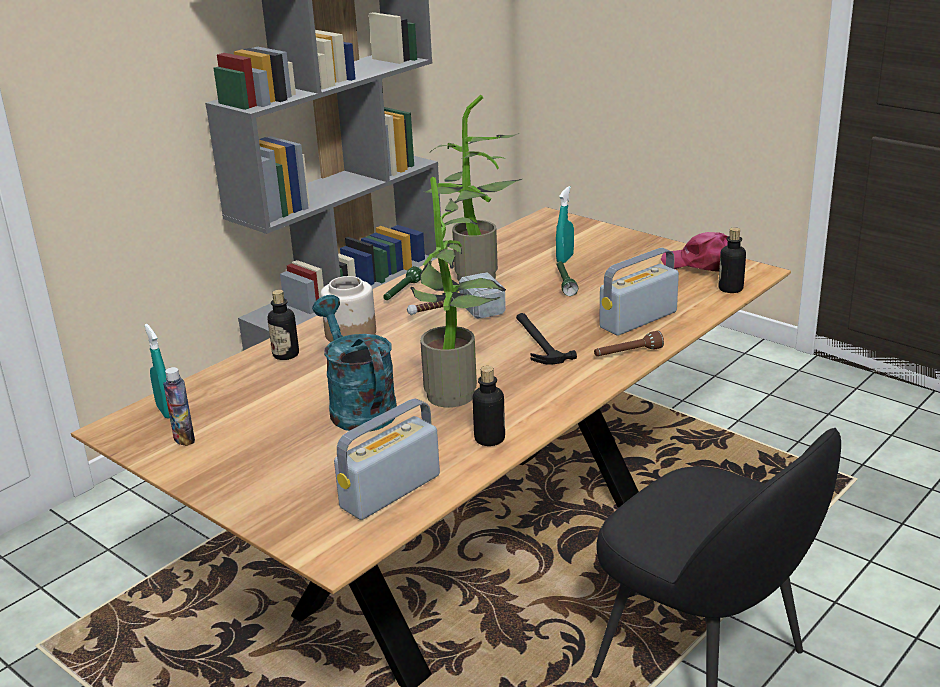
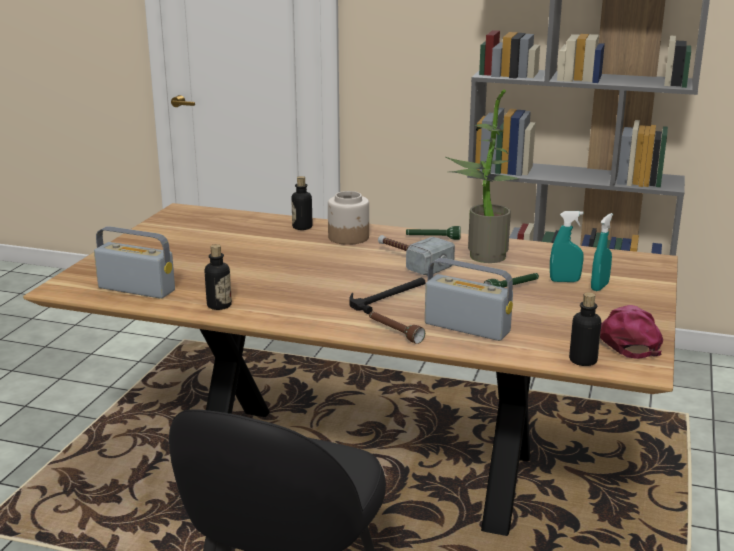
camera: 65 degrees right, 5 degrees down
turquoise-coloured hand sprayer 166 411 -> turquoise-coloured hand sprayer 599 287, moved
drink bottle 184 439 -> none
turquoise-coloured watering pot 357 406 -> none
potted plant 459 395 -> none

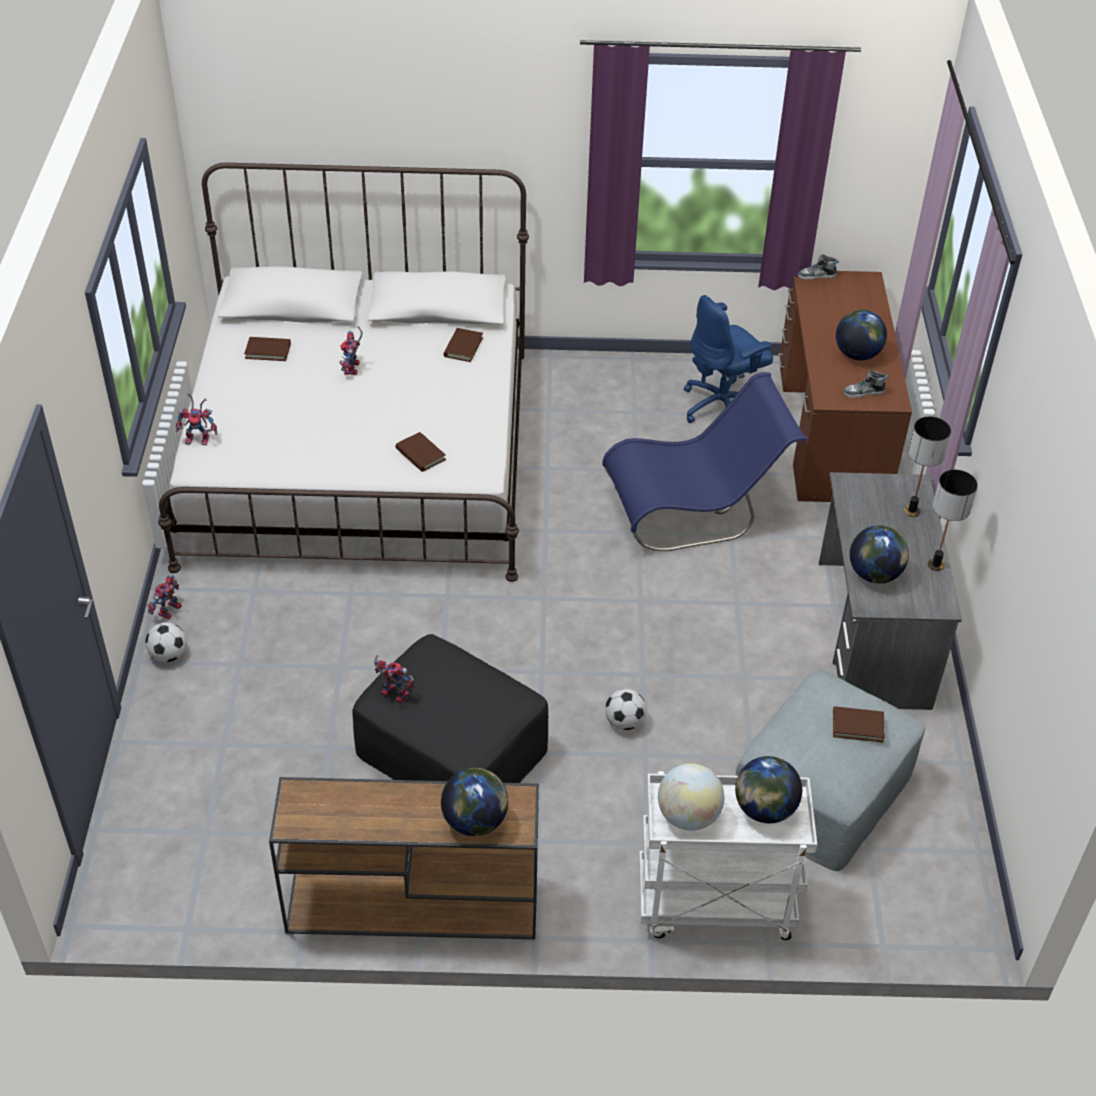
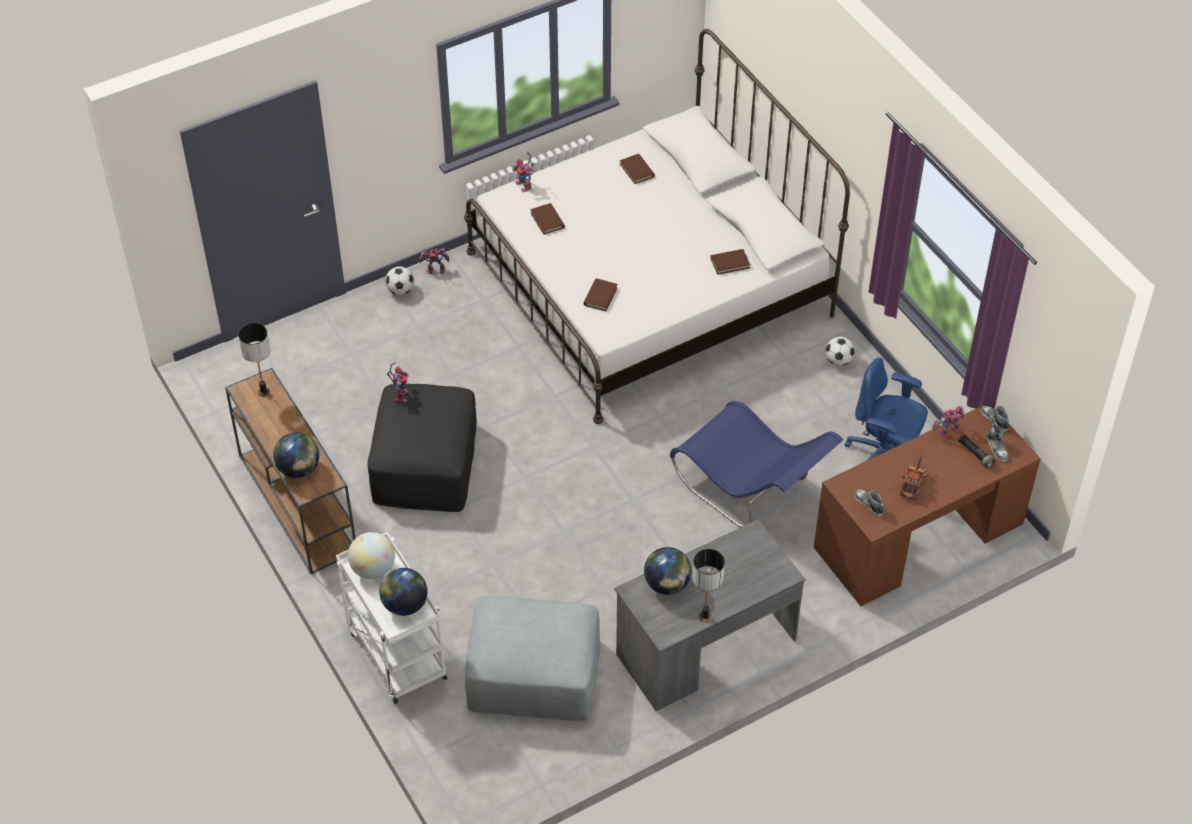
camera: 60 degrees right, 5 degrees up
table lamp 912 511 -> table lamp 263 392, moved
brownish bound book 857 726 -> brownish bound book 547 220, moved
football ball 624 722 -> football ball 838 360, moved
world globe 857 354 -> toy truck 913 483
model robot 353 369 -> model robot 948 433, moved
none -> blackish flashlight 975 454
none -> item of footwear 997 448

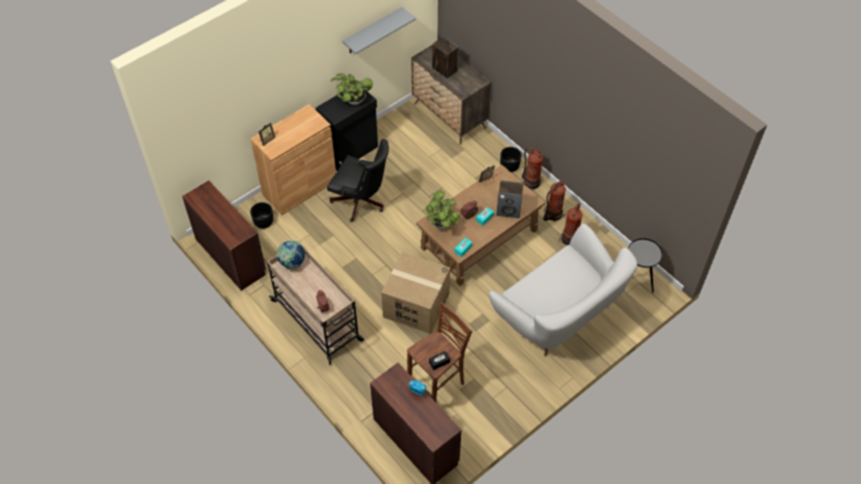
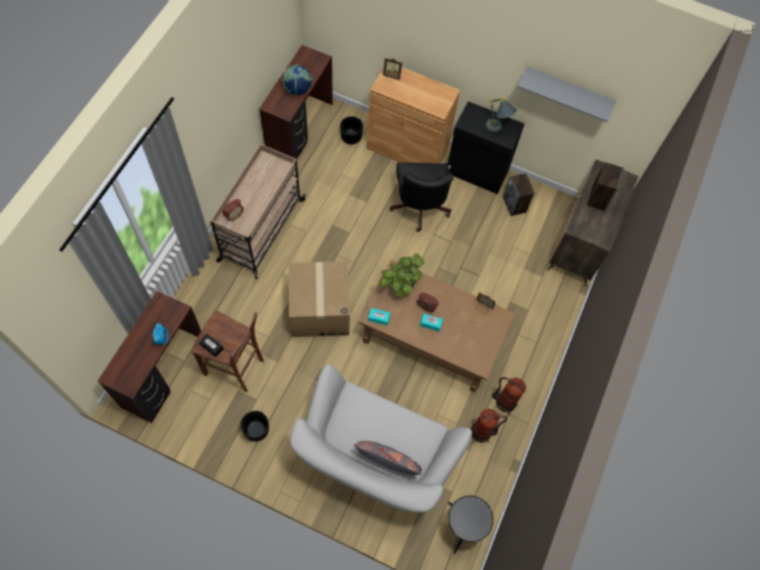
camera: 60 degrees right, 10 degrees up
blackish plant pot 509 166 -> blackish plant pot 256 430, moved
world globe 292 262 -> world globe 298 90, moved
none -> grey pillow 388 461
potted plant 353 100 -> grey table lamp 497 129
audio speaker 509 210 -> audio speaker 514 205, moved
fire extinguisher 531 182 -> none

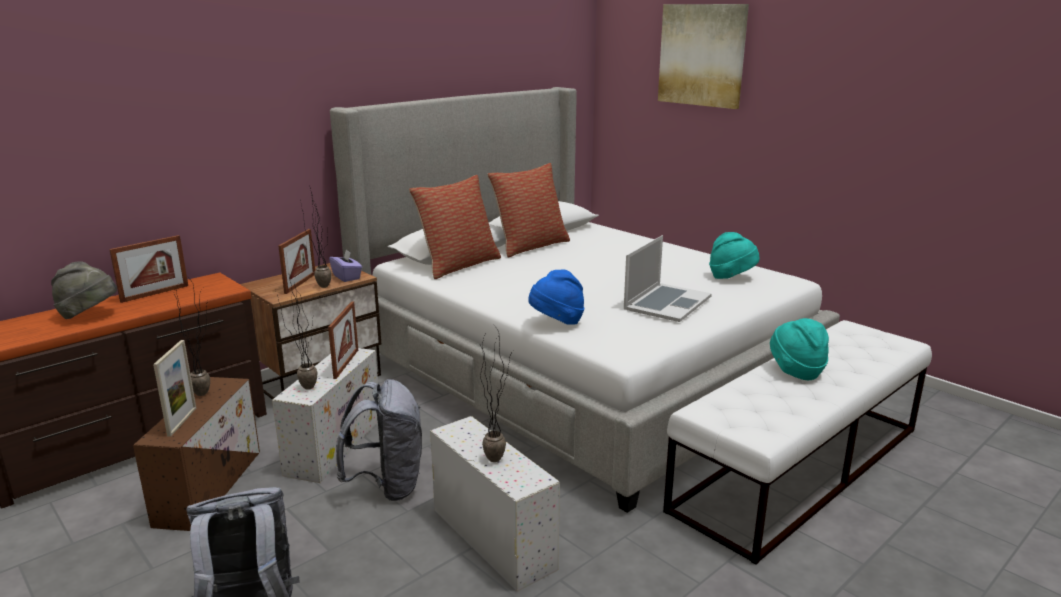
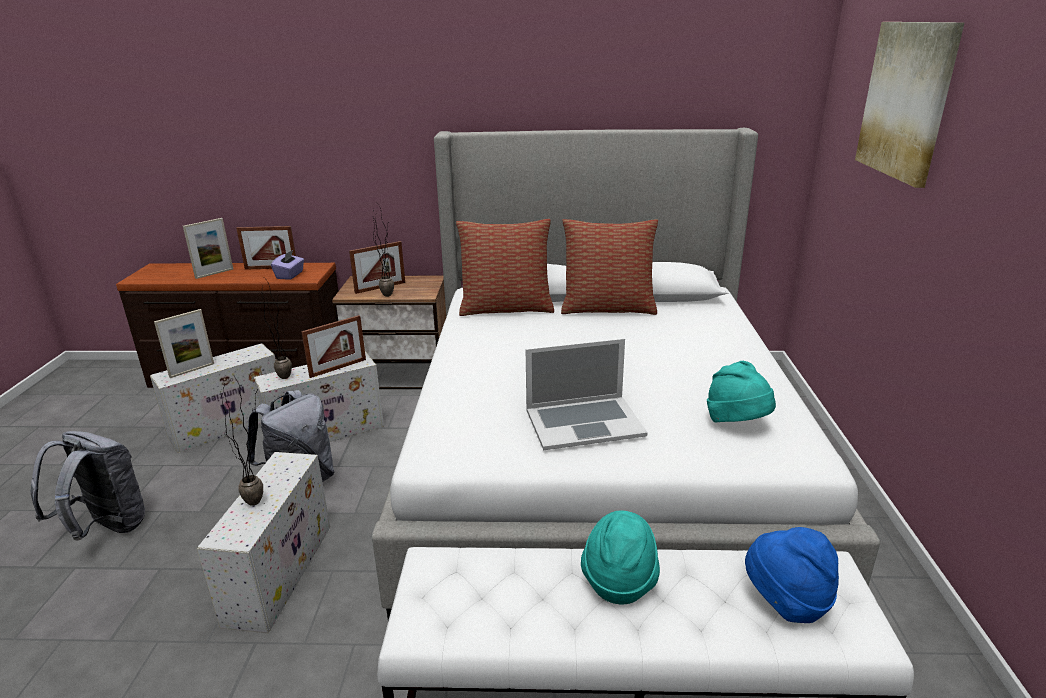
camera: 45 degrees right, 5 degrees up
brownish storage container 210 485 -> whitish storage container 230 425
grey hat 89 315 -> picture frame 214 273
purple box of tissues 347 277 -> purple box of tissues 290 275, moved
blue hat 556 322 -> blue hat 786 601, moved
potted plant 208 392 -> none

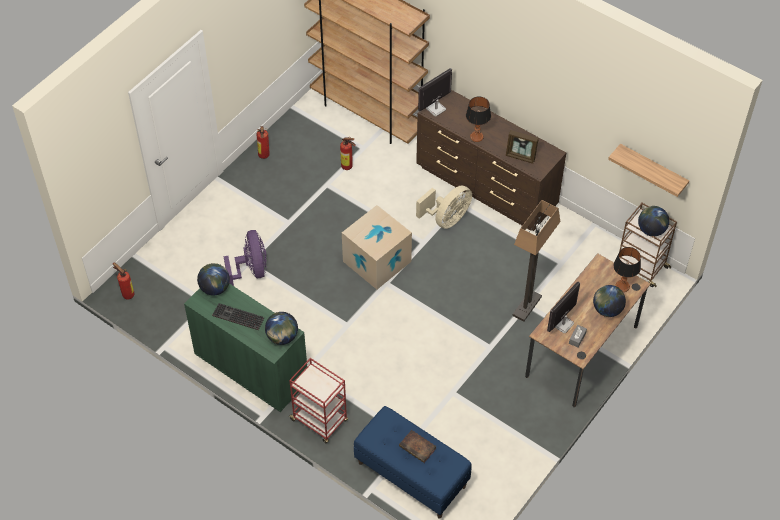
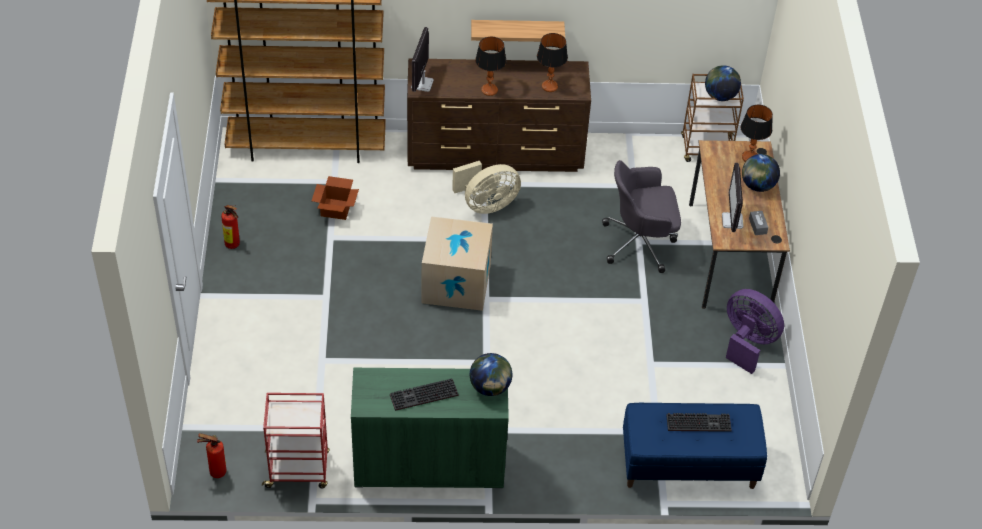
camera: 40 degrees left, 5 degrees down
reddish wheeled cart 320 421 -> reddish wheeled cart 298 470, moved
fire extinguisher 348 167 -> carton 336 208
sand-coloured electric fan 447 219 -> sand-coloured electric fan 486 204, 60 degrees clockwise
wall shelf 652 169 -> wall shelf 517 31, moved
picture frame 521 156 -> table lamp 550 86
standard lamp 526 306 -> grey office chair 640 242
bound book 418 448 -> keyboard 699 422
purple electric fan 251 271 -> purple electric fan 747 342, moved
world globe 215 288 -> none

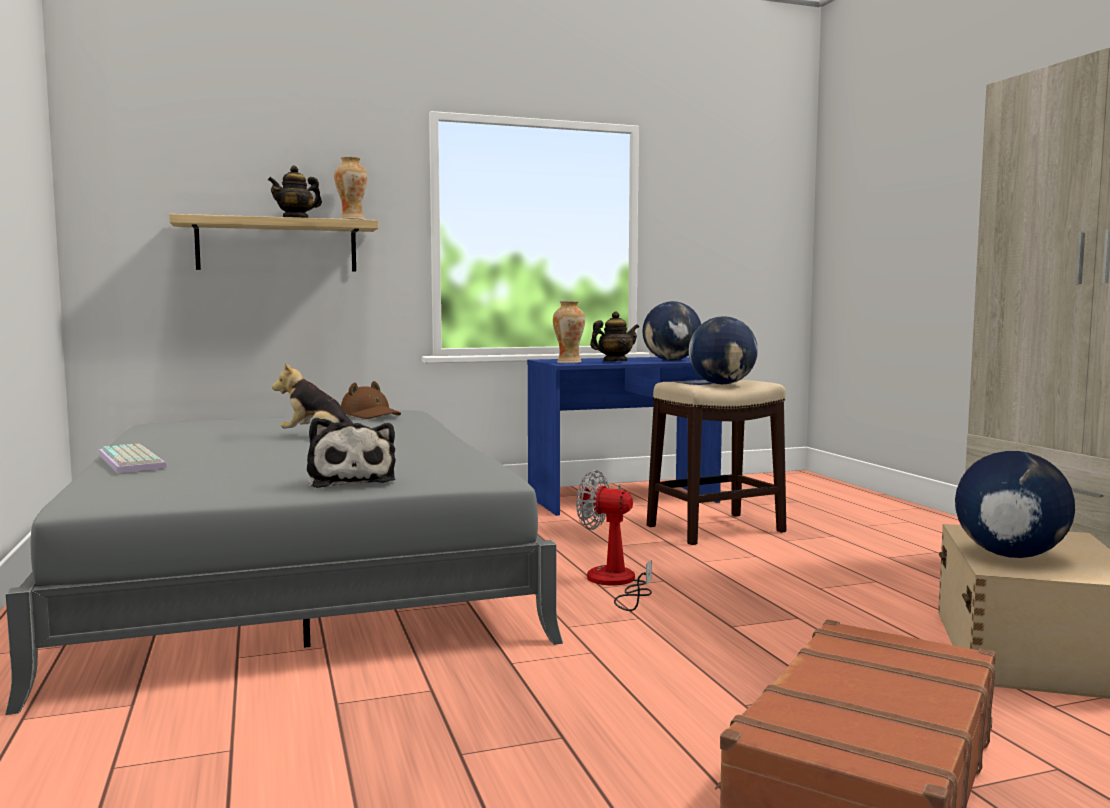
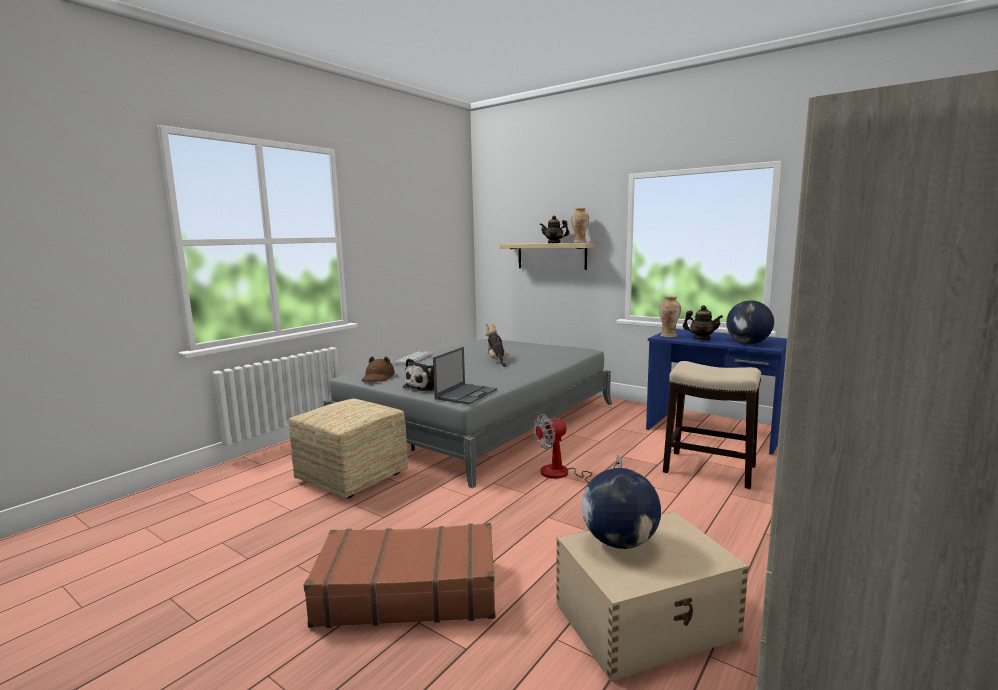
camera: 55 degrees right, 5 degrees up
none -> footrest 353 478
brownish hat 371 415 -> brownish hat 378 377, moved
none -> laptop 466 394
electric fan 615 583 -> electric fan 564 474, 105 degrees counterclockwise
world globe 722 384 -> none

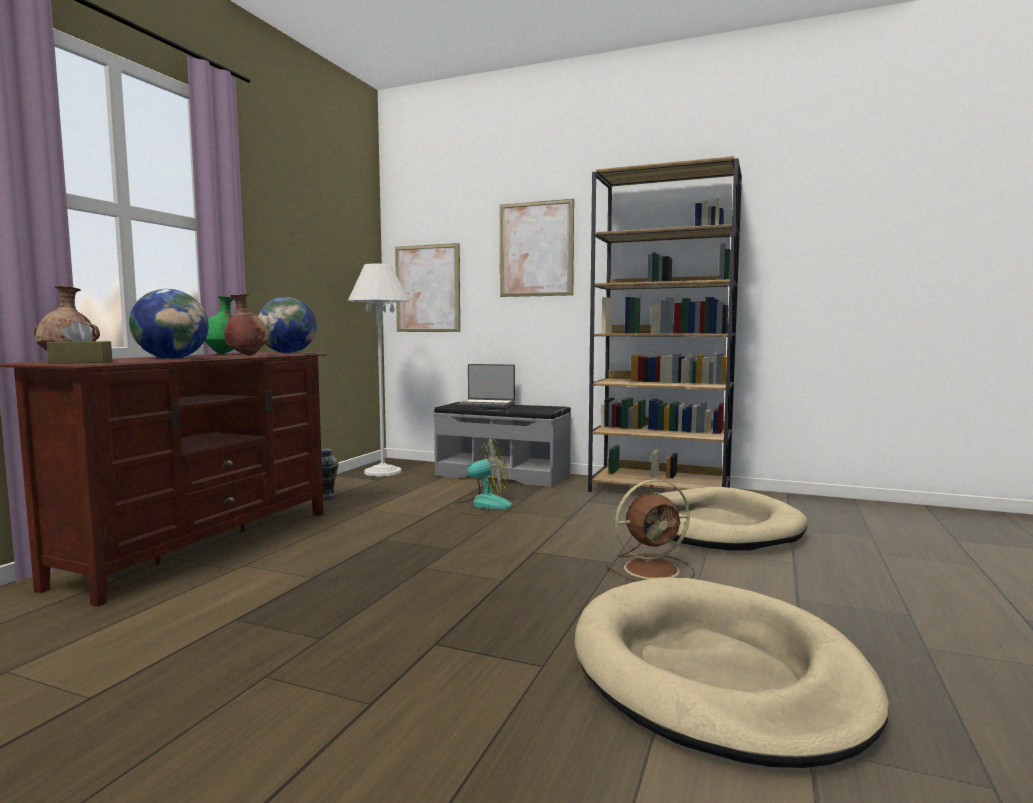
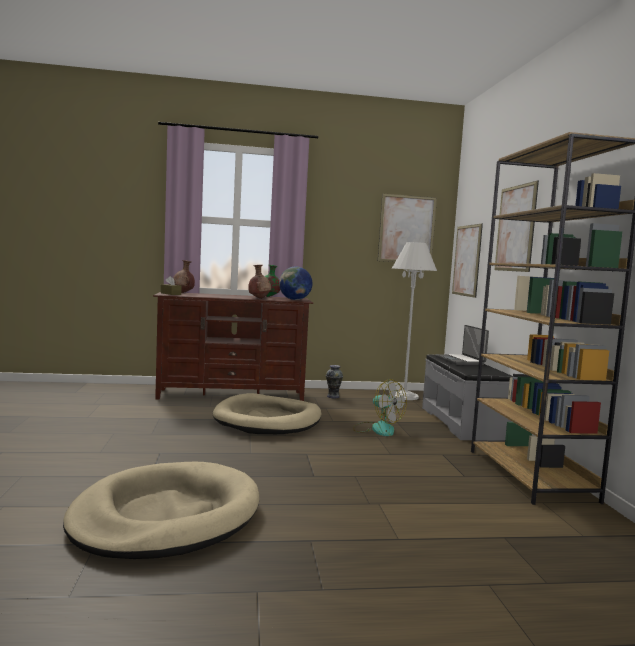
camera: 60 degrees right, 0 degrees up
sand-coloured pet bed 713 526 -> sand-coloured pet bed 268 420, moved
none -> wall art 407 229
world globe 172 358 -> none
brownish electric fan 654 569 -> none

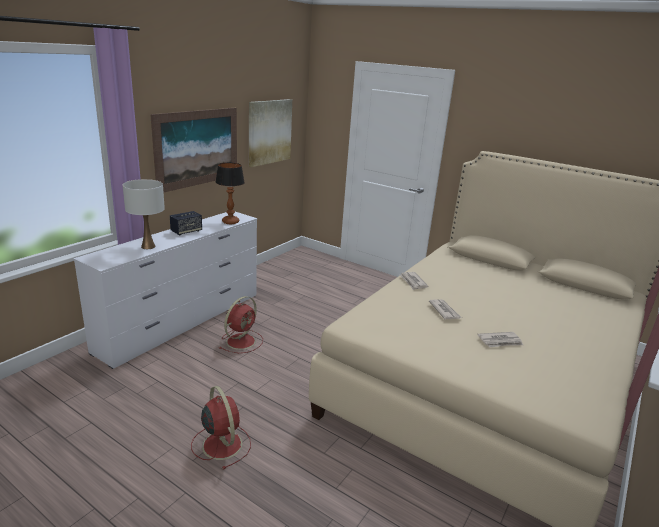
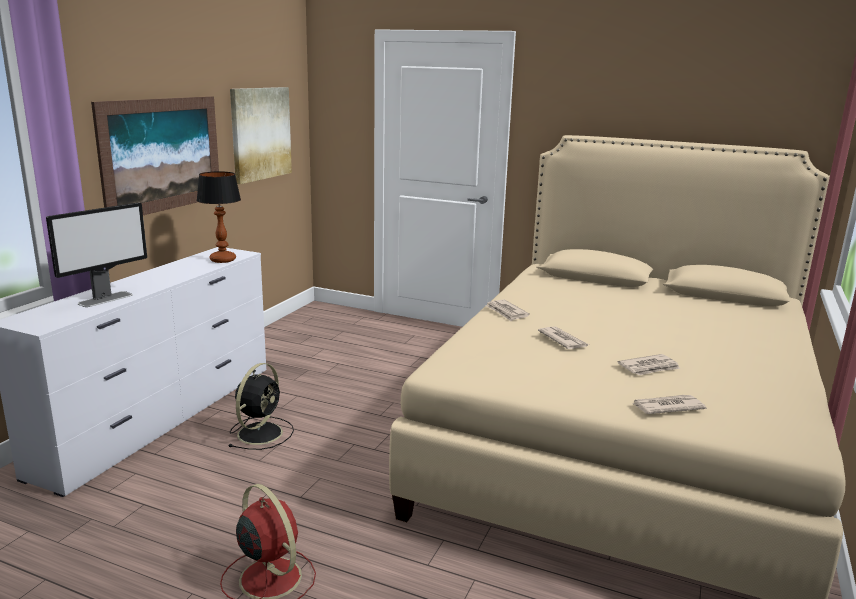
camera: 10 degrees left, 5 degrees down
whitish table lamp 148 246 -> monitor 106 299
reddish electric fan 242 341 -> blackish electric fan 261 432
none -> printed paper 666 407
audio speaker 186 231 -> none

